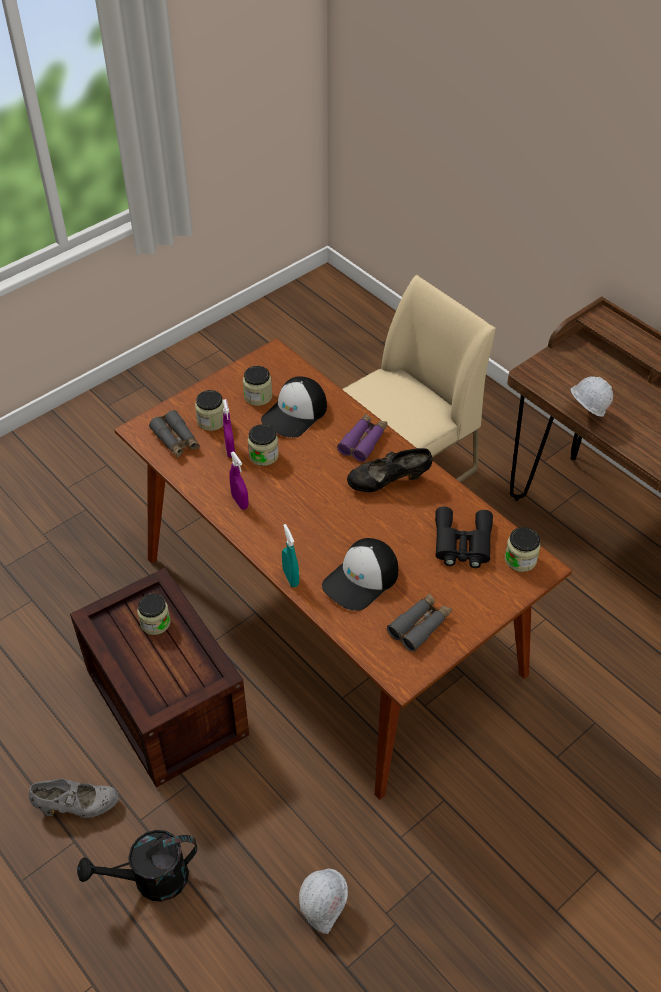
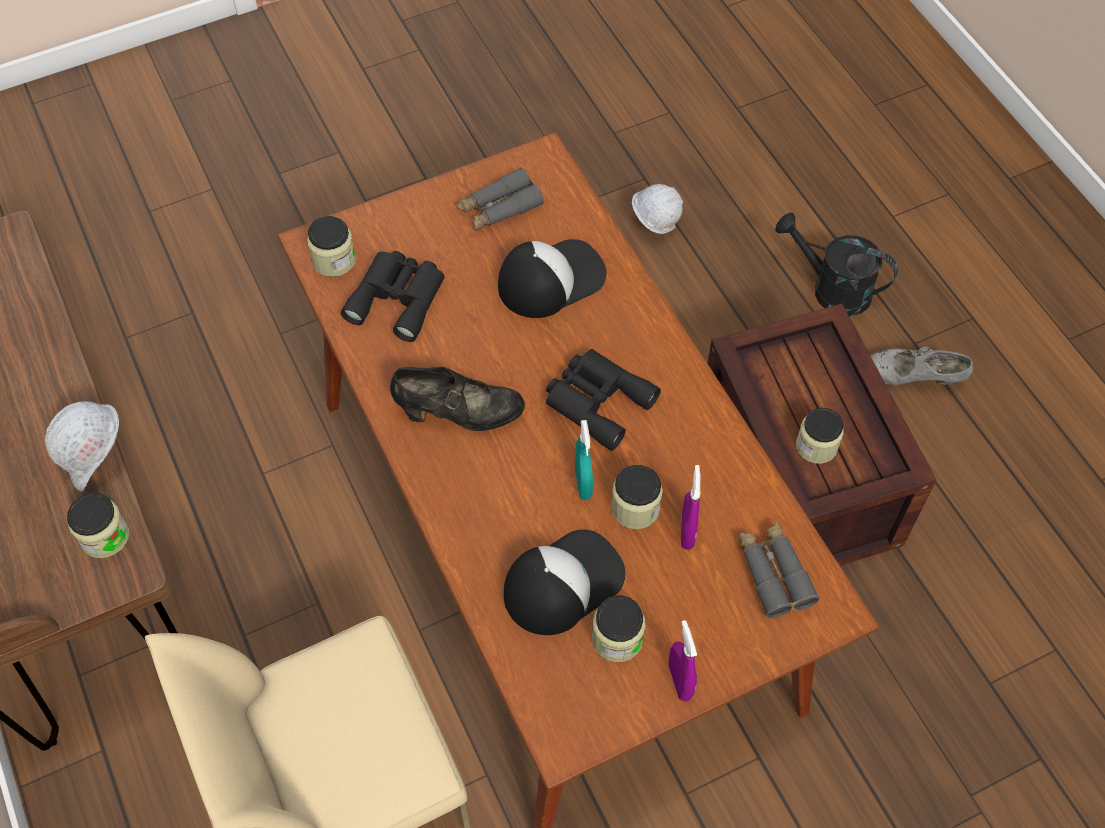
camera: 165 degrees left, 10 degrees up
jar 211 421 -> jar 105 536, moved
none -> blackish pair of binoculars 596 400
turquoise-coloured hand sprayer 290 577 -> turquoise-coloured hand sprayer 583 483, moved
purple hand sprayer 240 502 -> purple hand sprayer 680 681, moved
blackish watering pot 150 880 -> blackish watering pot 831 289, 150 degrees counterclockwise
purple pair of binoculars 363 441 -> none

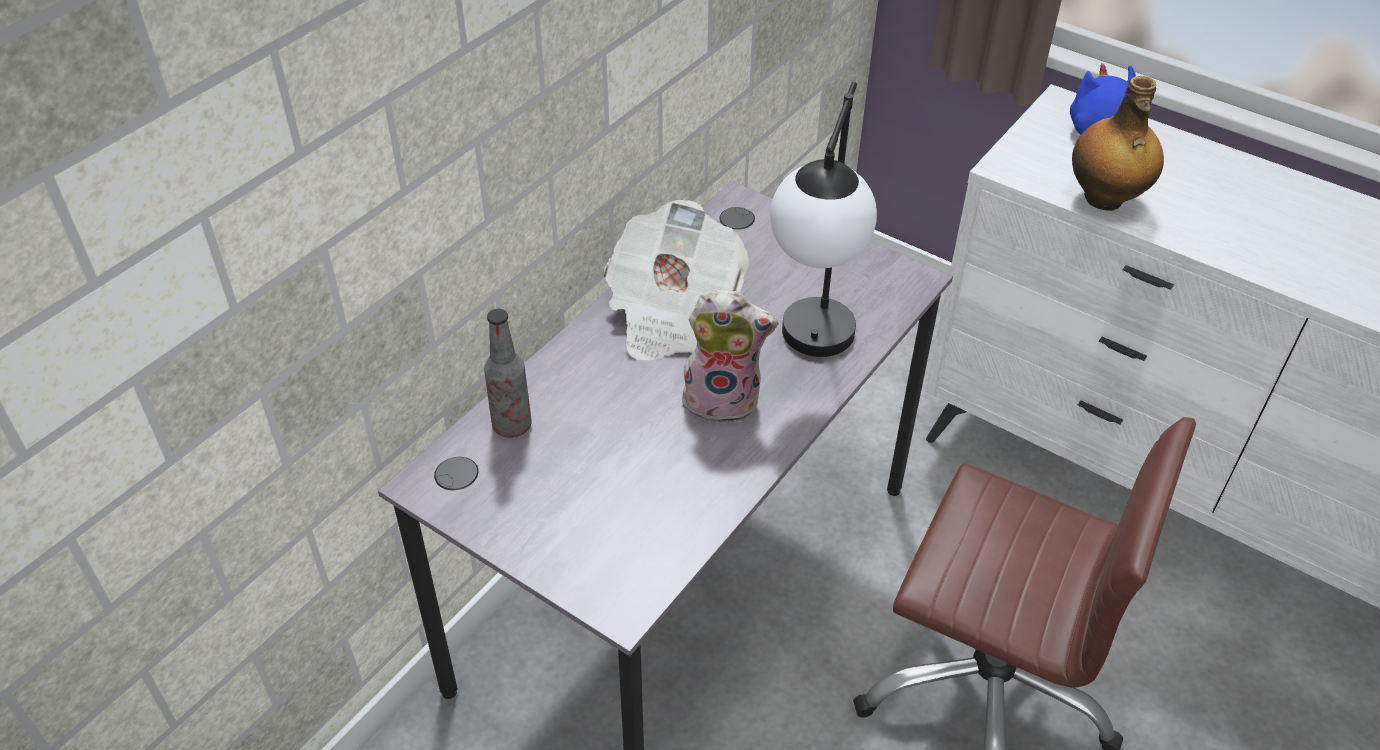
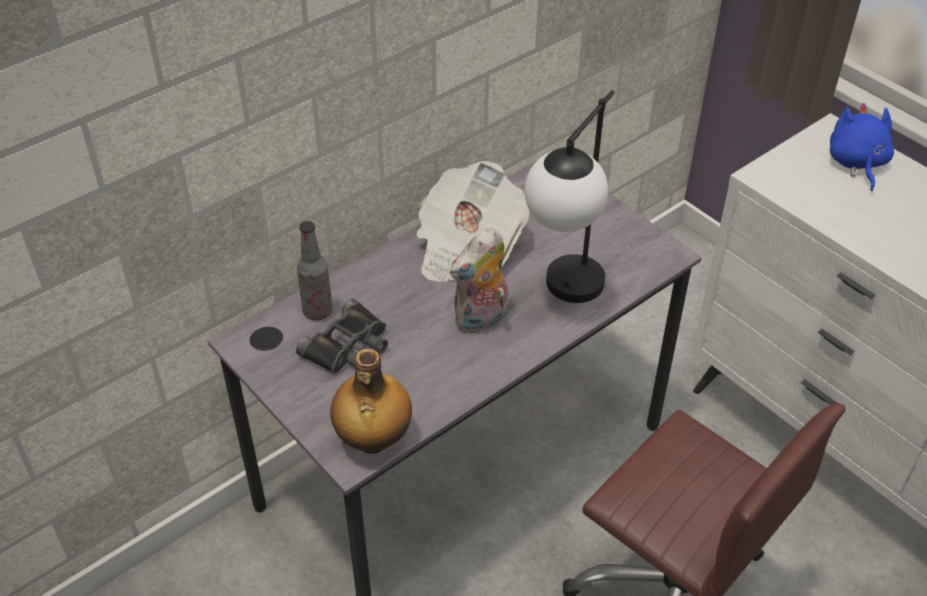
camera: 15 degrees right, 0 degrees up
none -> blackish pair of binoculars 348 346
drink bottle 1104 199 -> drink bottle 372 440, moved
plush toy 723 399 -> plush toy 482 321, 120 degrees clockwise

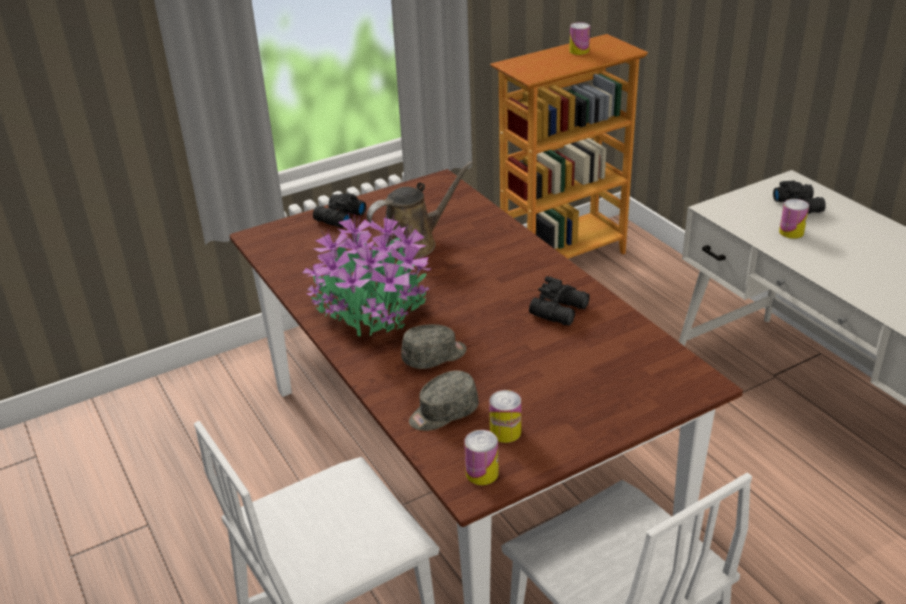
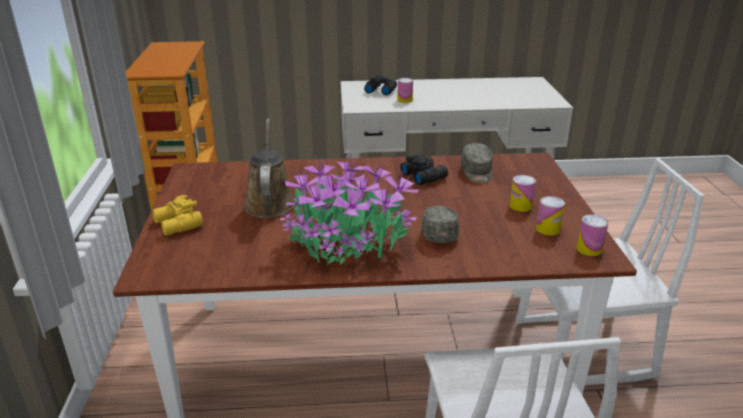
camera: 65 degrees left, 5 degrees down
blackish pair of binoculars 338 217 -> yellow-coloured pair of binoculars 177 225
grey baseball cap 443 413 -> grey baseball cap 477 172, moved
can 579 51 -> can 520 206, moved

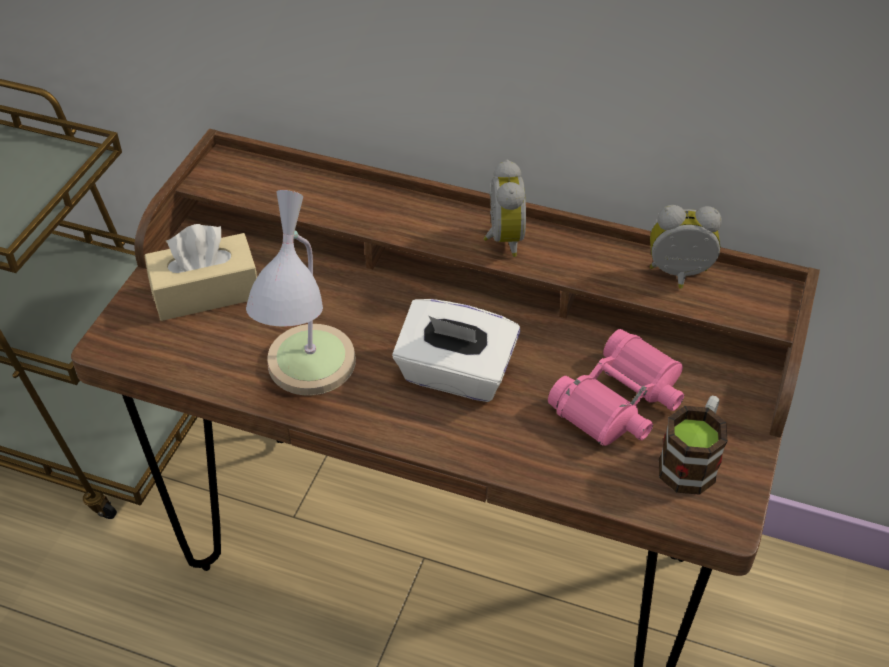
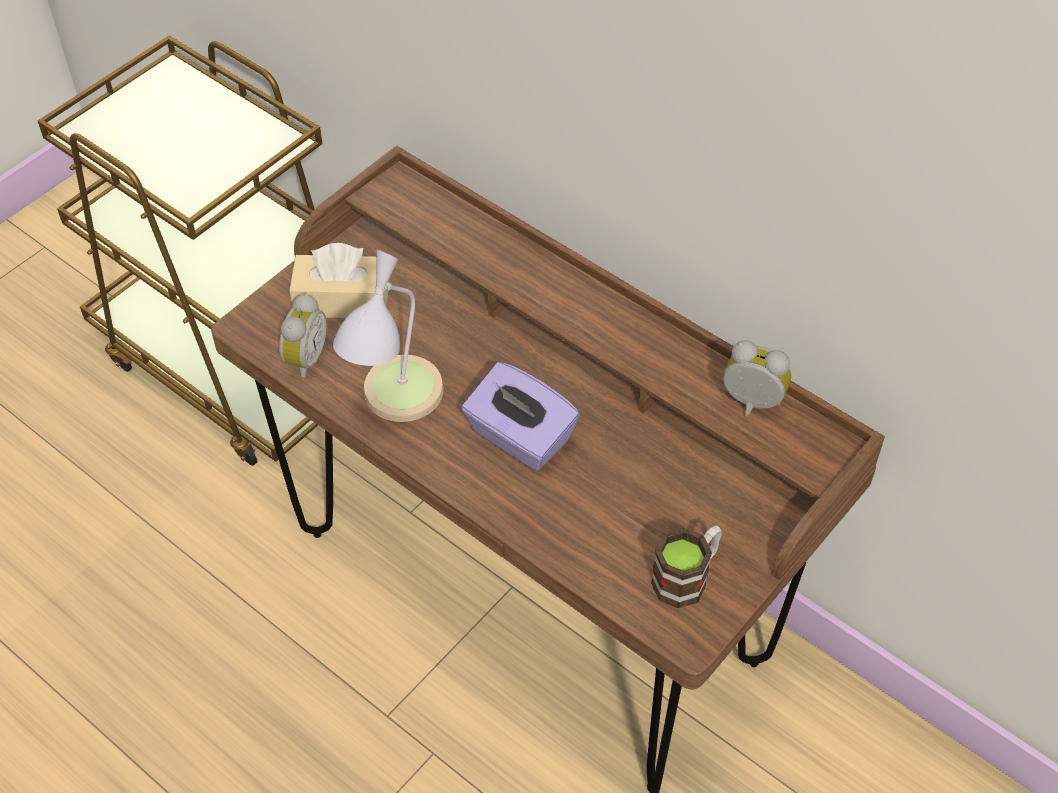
camera: 20 degrees right, 5 degrees up
alarm clock 502 239 -> alarm clock 304 359, moved
whitish box of tissues 455 375 -> purple box of tissues 519 438
pink-coloured pair of binoculars 620 402 -> none

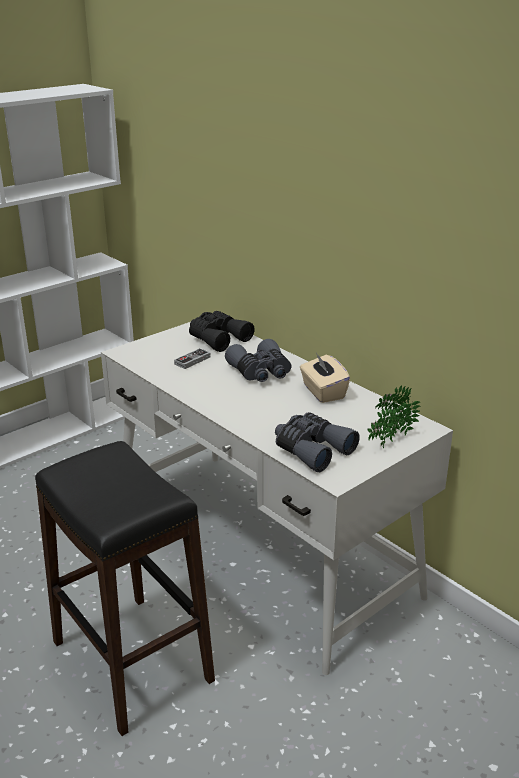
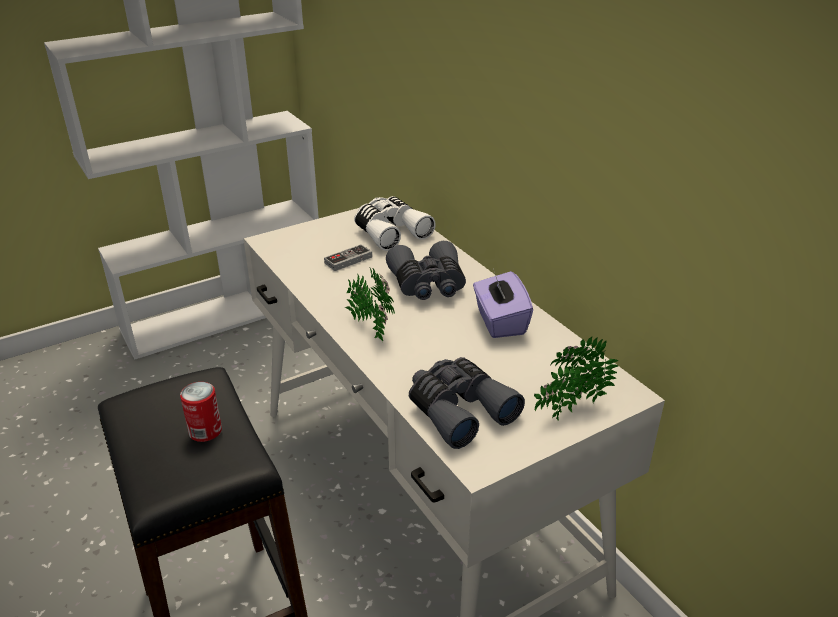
camera: 10 degrees right, 5 degrees up
none -> can 205 431
none -> potted plant 370 327
blackish pair of binoculars 218 338 -> whitish pair of binoculars 390 231
sand-coloured box of tissues 323 392 -> purple box of tissues 499 322

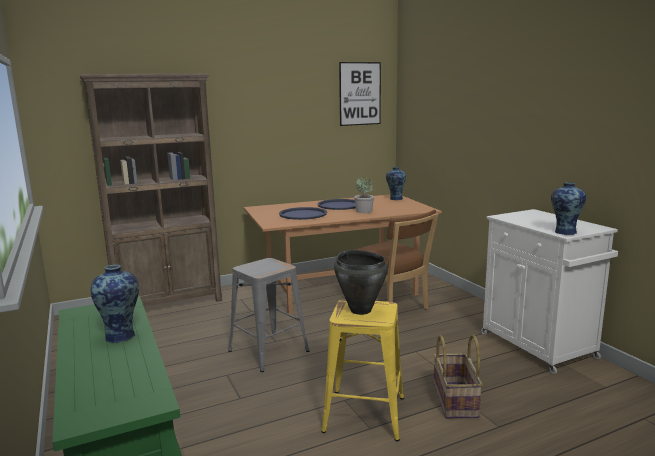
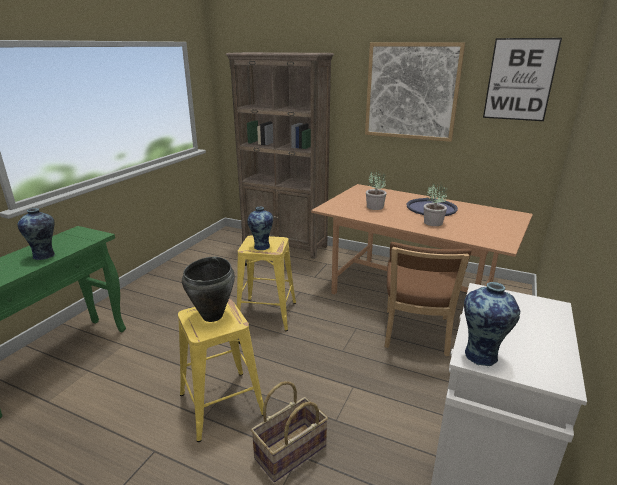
camera: 50 degrees right, 10 degrees up
grey stool seat 268 350 -> yellow-coloured stool seat 267 313
flower vase 395 199 -> flower vase 261 246, moved
none -> wall art 411 92
blue carrying tray 303 214 -> potted plant 374 207

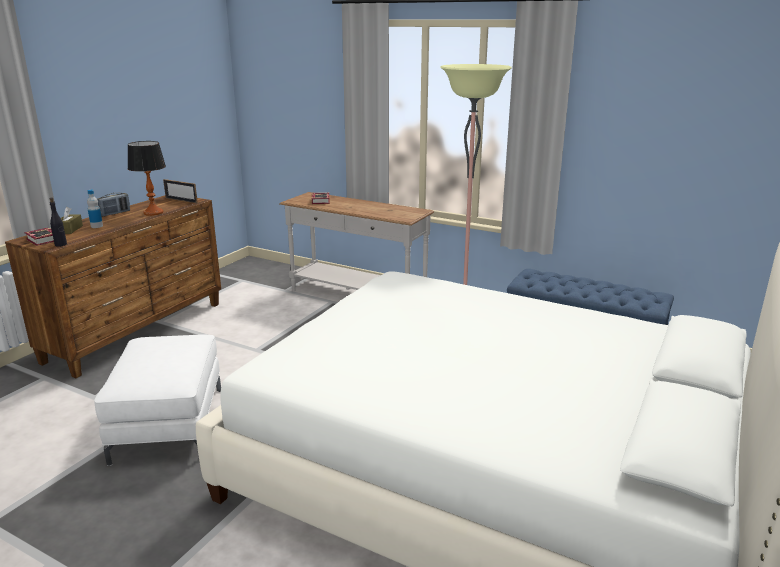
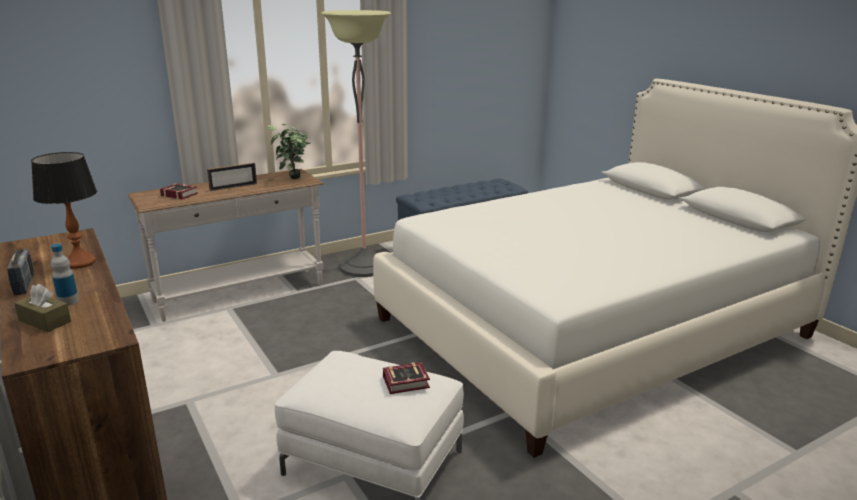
camera: 60 degrees left, 0 degrees up
picture frame 181 200 -> picture frame 233 187, moved
none -> potted plant 293 180
bound book 42 240 -> bound book 408 382, moved
blackish drink bottle 61 244 -> none

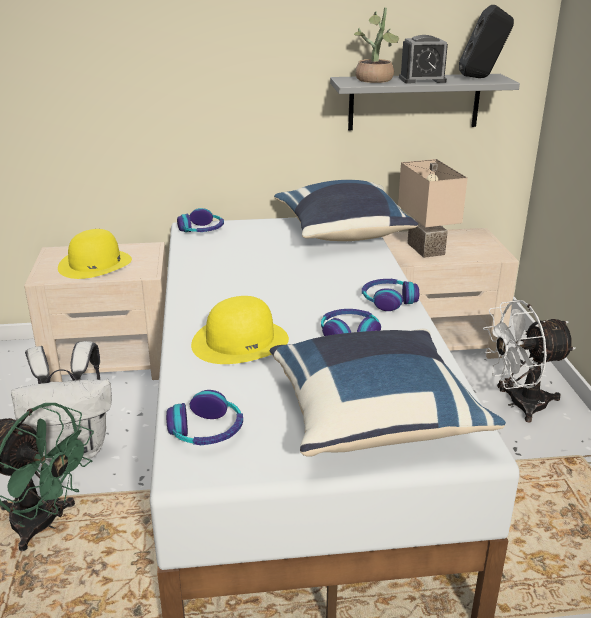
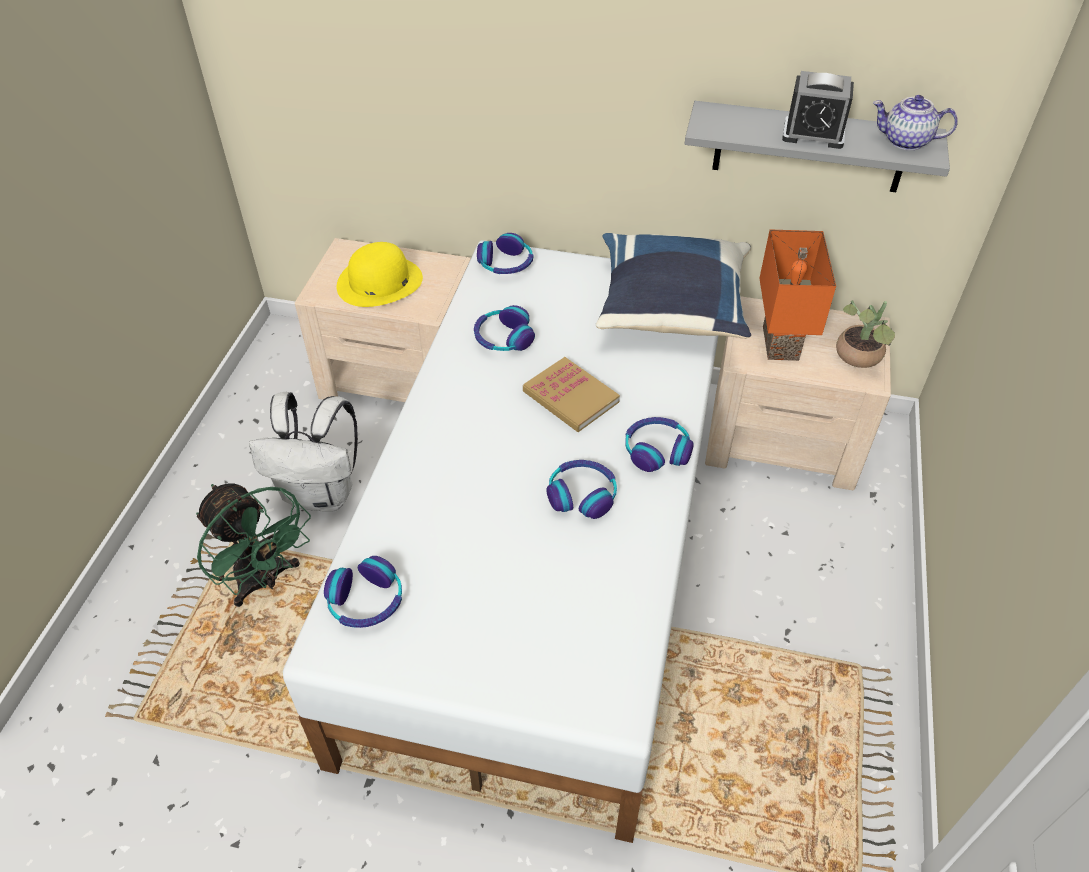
camera: 20 degrees right, 20 degrees up
none -> pair of headphones 503 338
none -> bound book 570 397
sand-coloured table lamp 428 249 -> orange table lamp 783 344
potted plant 375 80 -> potted plant 858 358, moved
blackish audio speaker 482 78 -> teapot 905 141
yellow-coloured hat 240 341 -> none
blue pillow 374 417 -> none
whitish electric fan 518 404 -> none

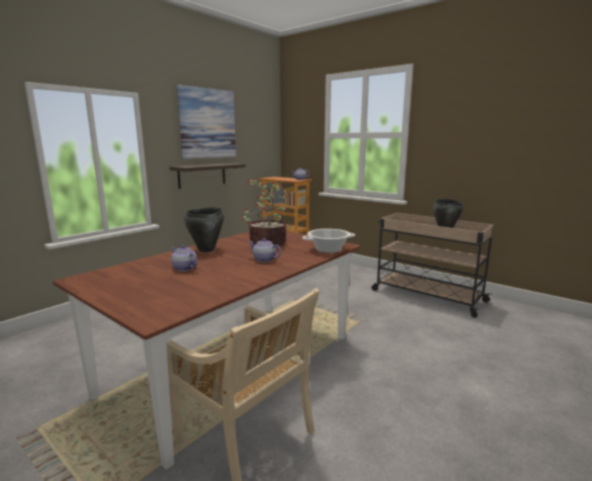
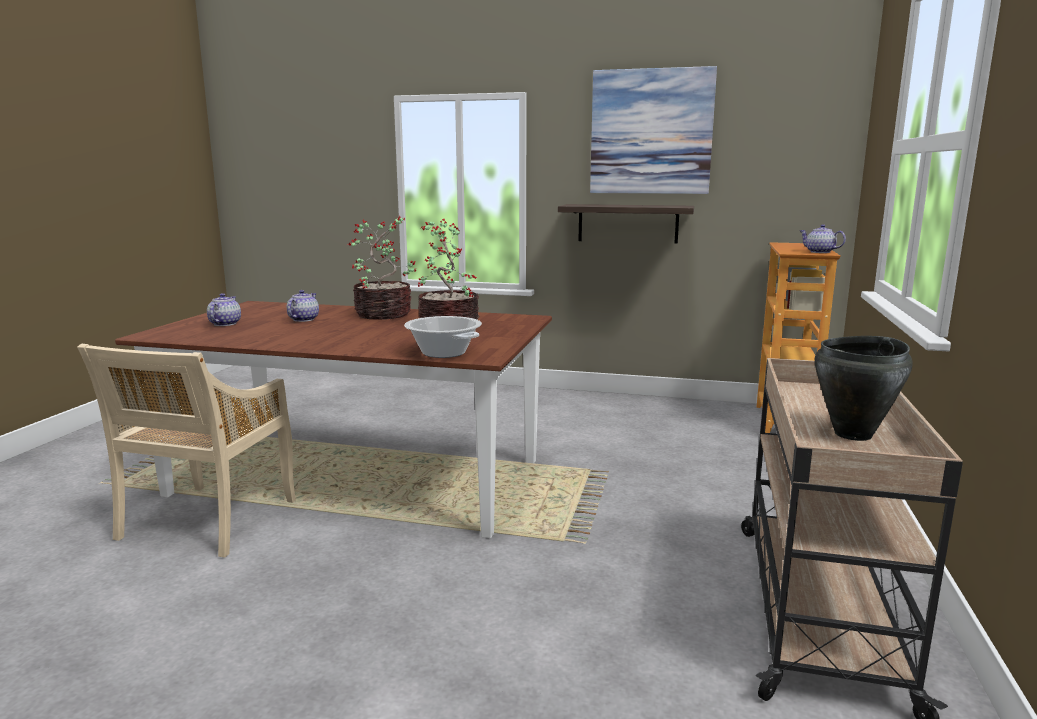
camera: 65 degrees right, 0 degrees up
teapot 264 260 -> teapot 224 324, moved
blackish stockpot 206 250 -> potted plant 385 314

